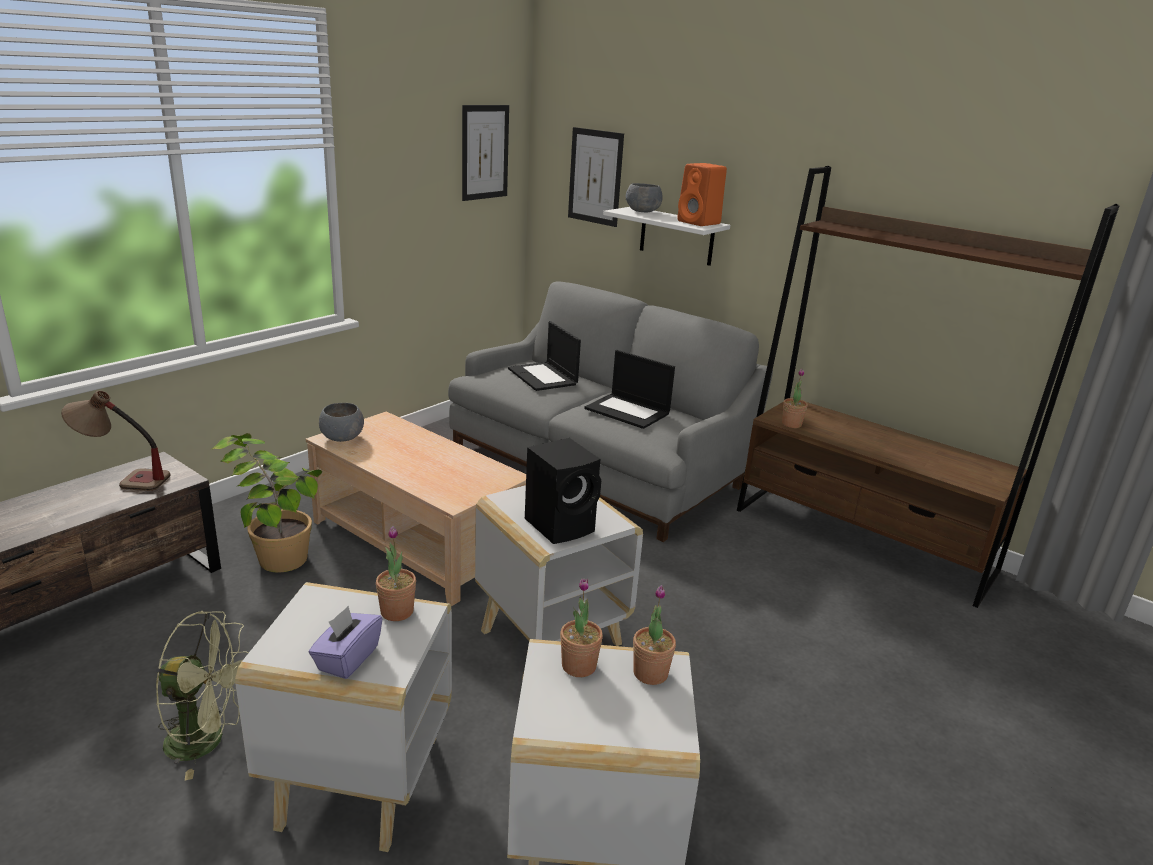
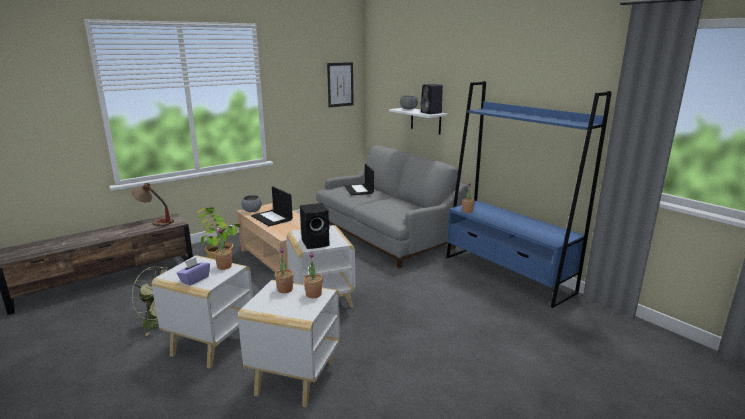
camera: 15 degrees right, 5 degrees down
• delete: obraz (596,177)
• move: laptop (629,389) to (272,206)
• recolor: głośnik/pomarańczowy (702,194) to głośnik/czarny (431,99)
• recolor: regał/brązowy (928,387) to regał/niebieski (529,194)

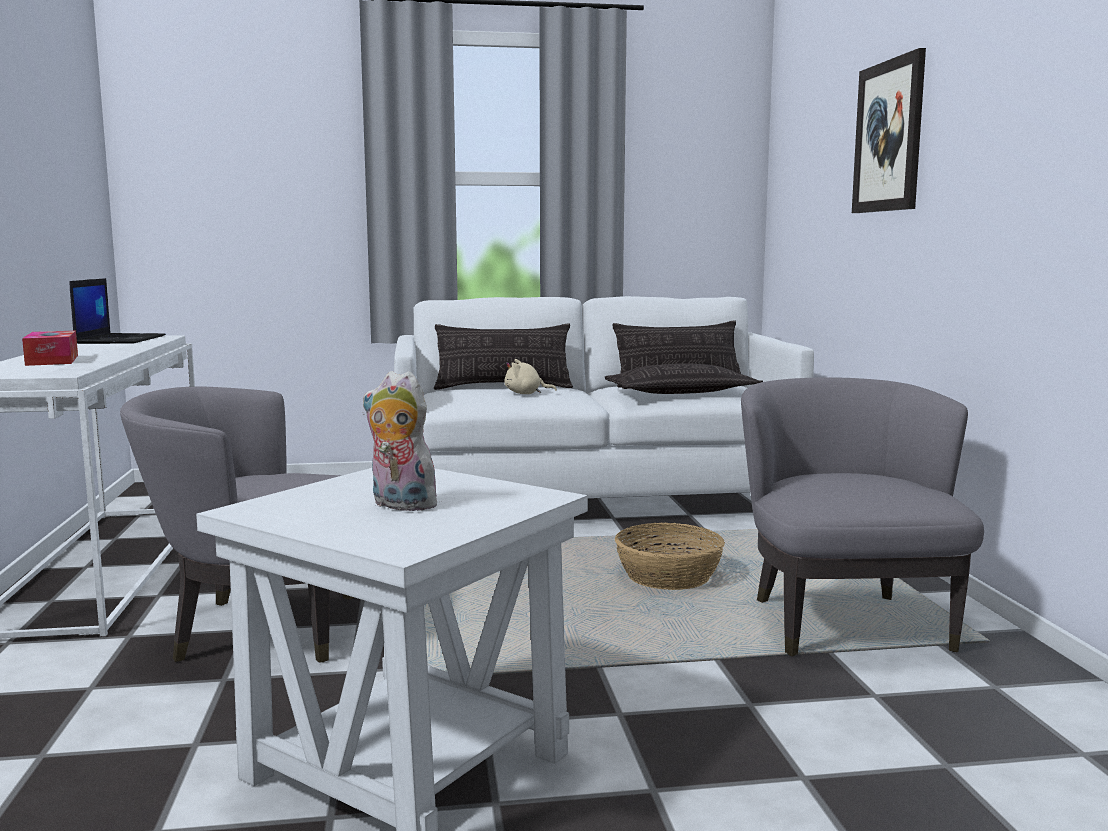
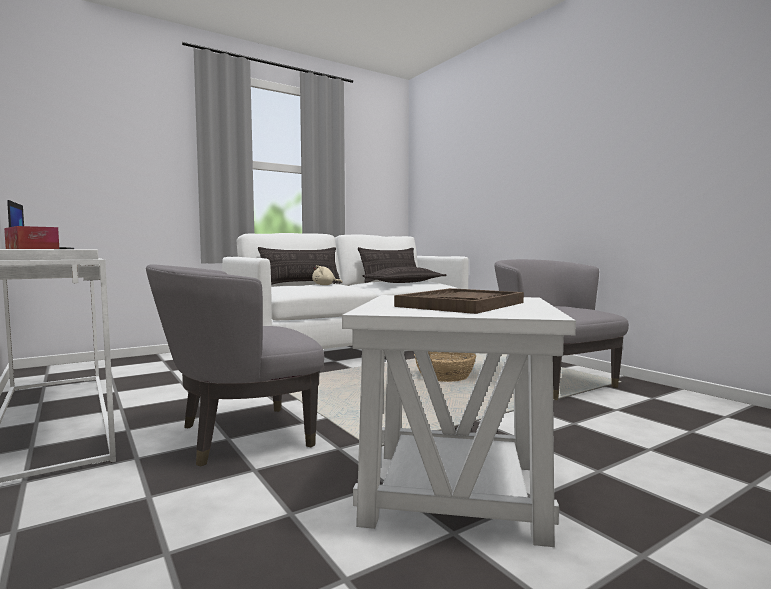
camera: 25 degrees left, 5 degrees down
• delete: obraz (889,130)
• replace: pluszak (402,441) to taca/brązowy (459,301)

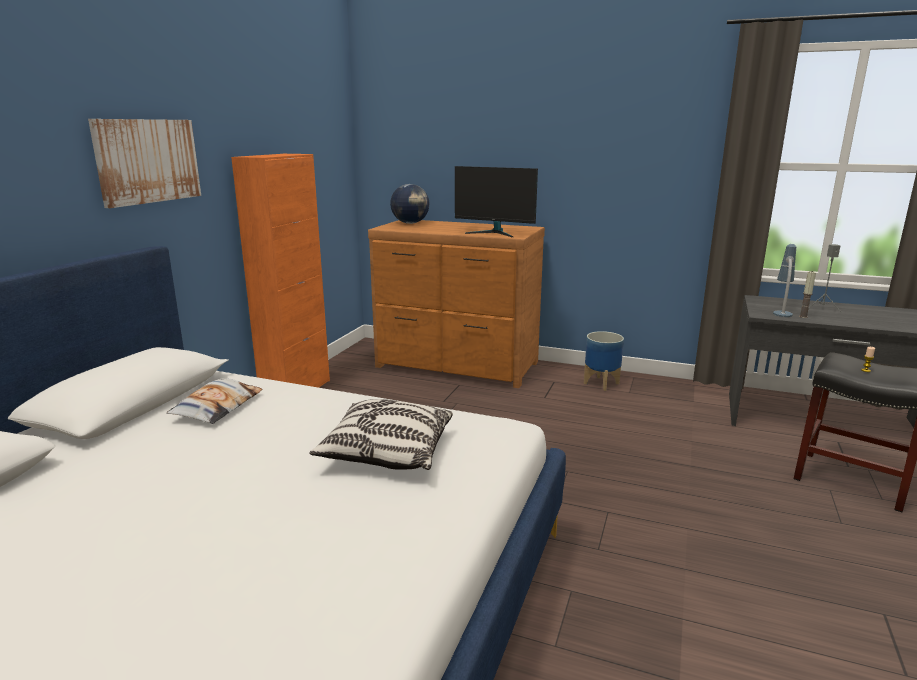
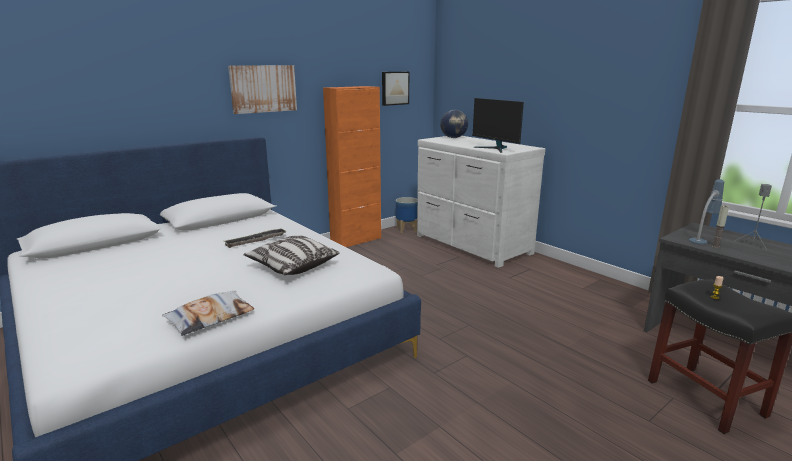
camera: 30 degrees right, 0 degrees up
• insert: taca (255,238)
• insert: obraz (395,89)
• move: poduszka (214,401) to (208,313)
• move: donica (604,361) to (406,215)
• recolor: komoda/brązowy (456,304) to komoda/biały (481,202)

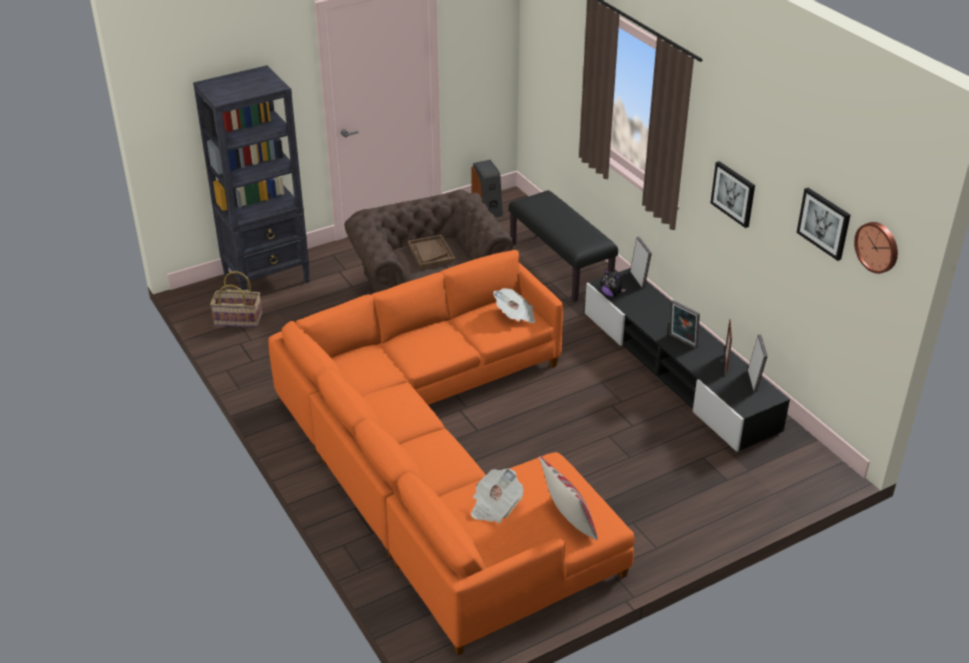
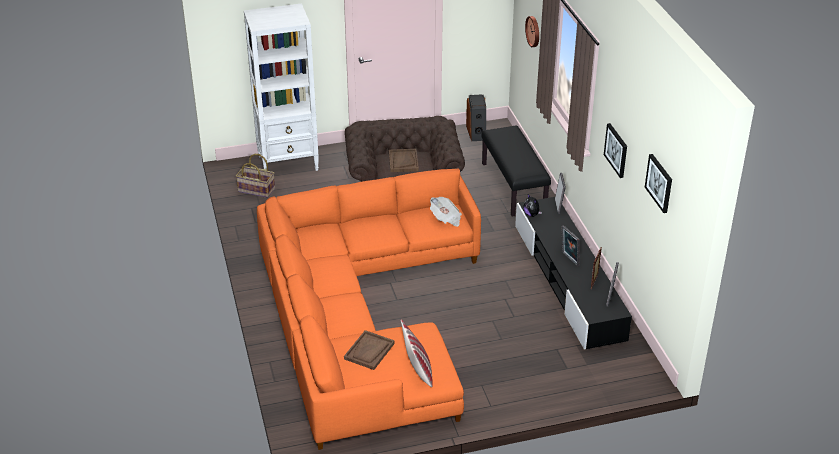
camera: 15 degrees right, 0 degrees up
• move: zegar ścienny (876,248) to (532,31)
• replace: gazeta (497,496) to taca/brązowy (369,350)
• recolor: regał/czarny (251,177) to regał/biały (281,87)

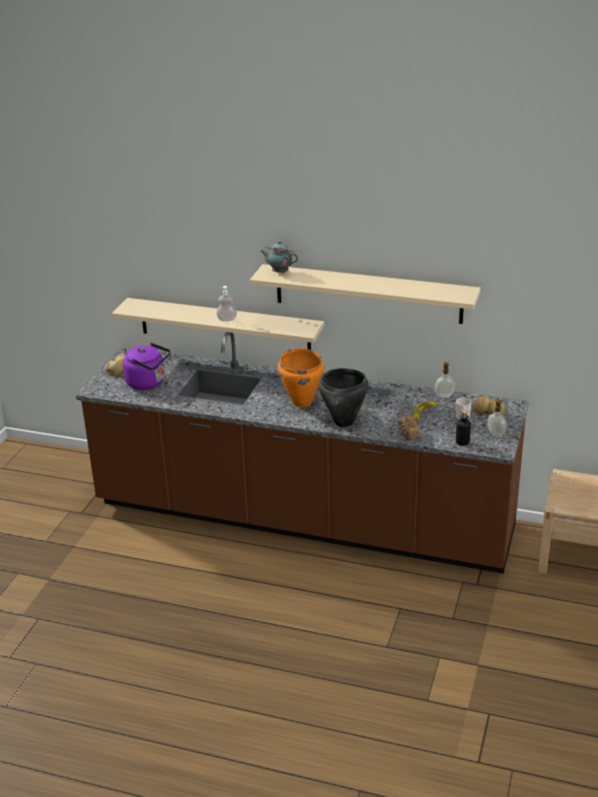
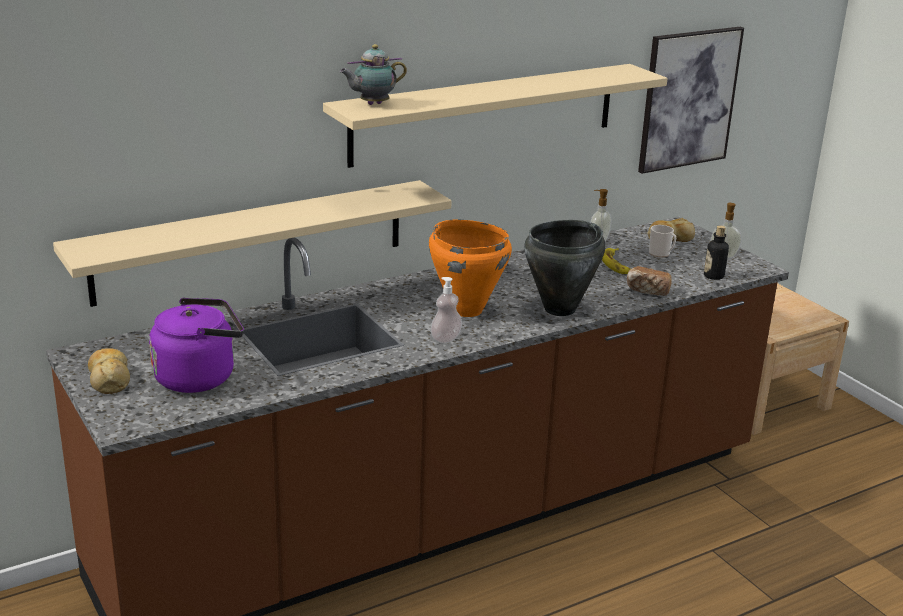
camera: 50 degrees left, 5 degrees down
• insert: obraz (691,100)
• move: dozownik mydła (226,304) to (446,310)

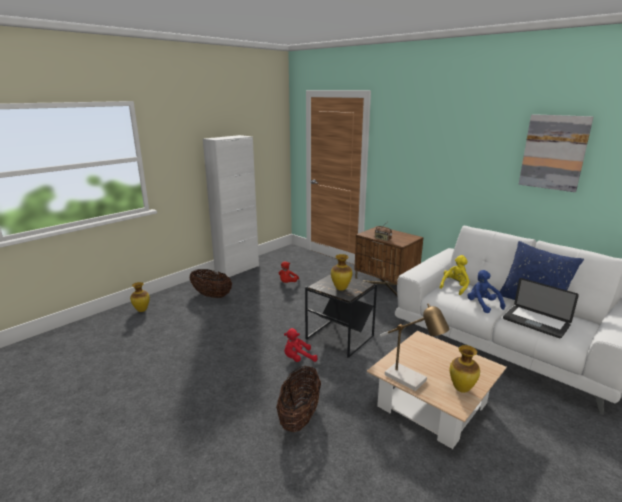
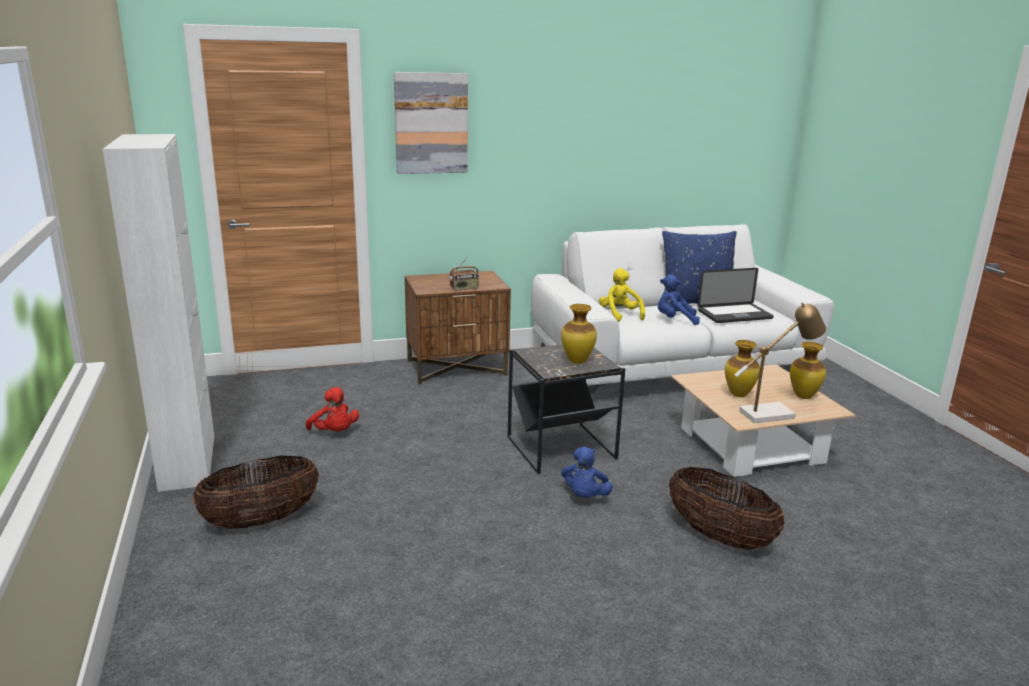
camera: 60 degrees left, 0 degrees up
• move: wazon (140,297) to (742,368)
• move: obraz (556,153) to (431,123)
• recolor: pluszak/czerwony (301,345) to pluszak/niebieski (587,472)

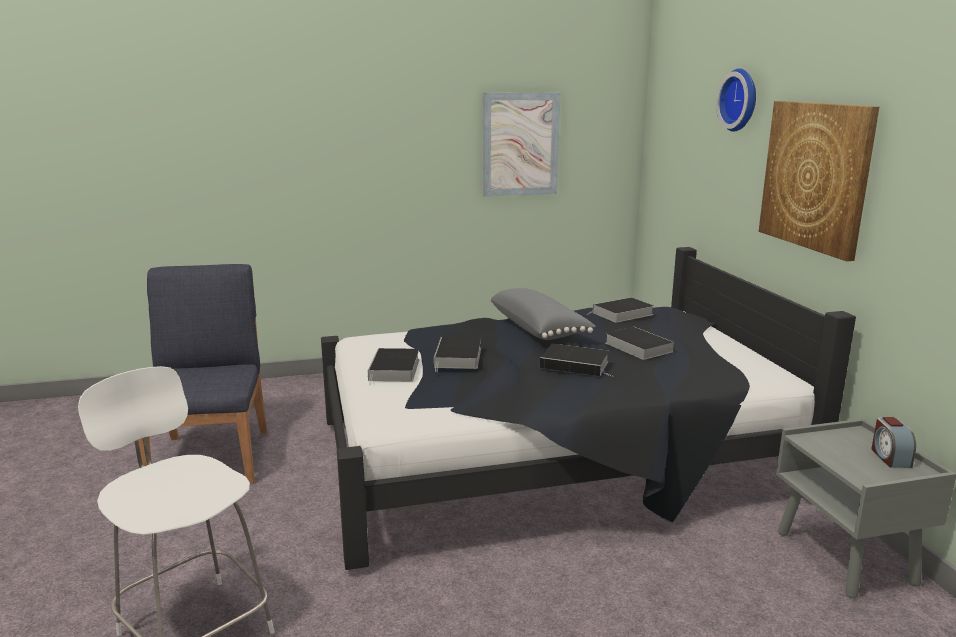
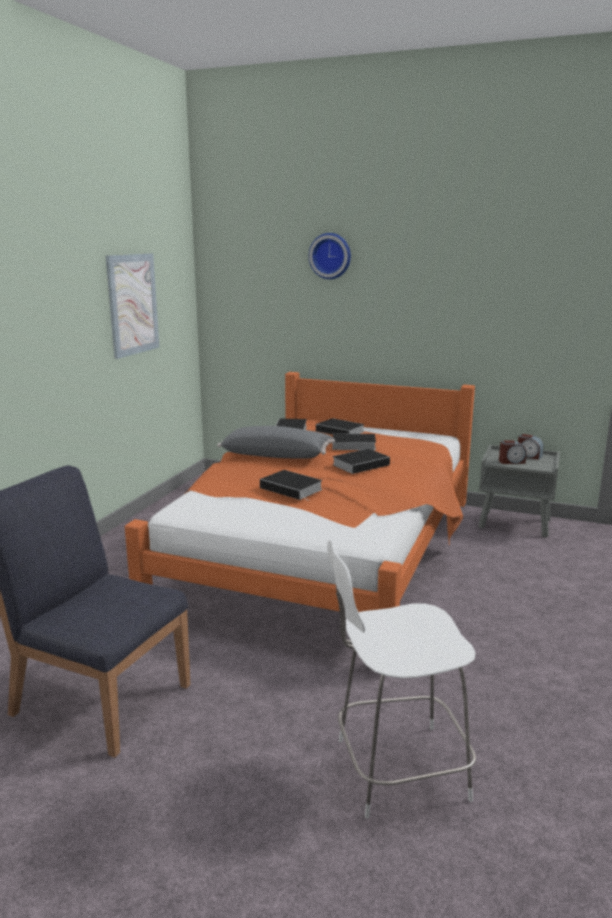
camera: 55 degrees left, 0 degrees up
• delete: obraz (819,181)
• insert: budzik (512,452)
• move: książka (393,367) to (340,426)
• recolor: łóżko/czarny (588,408) to łóżko/pomarańczowy (300,492)

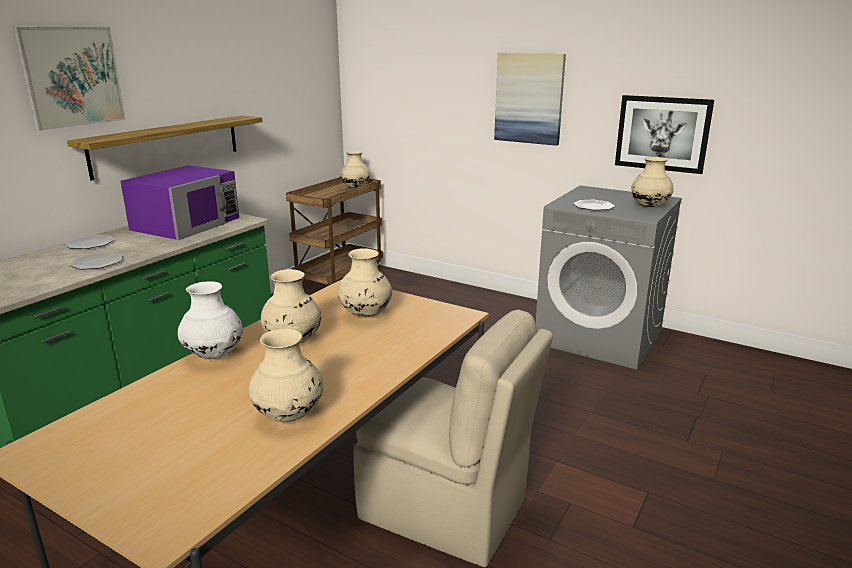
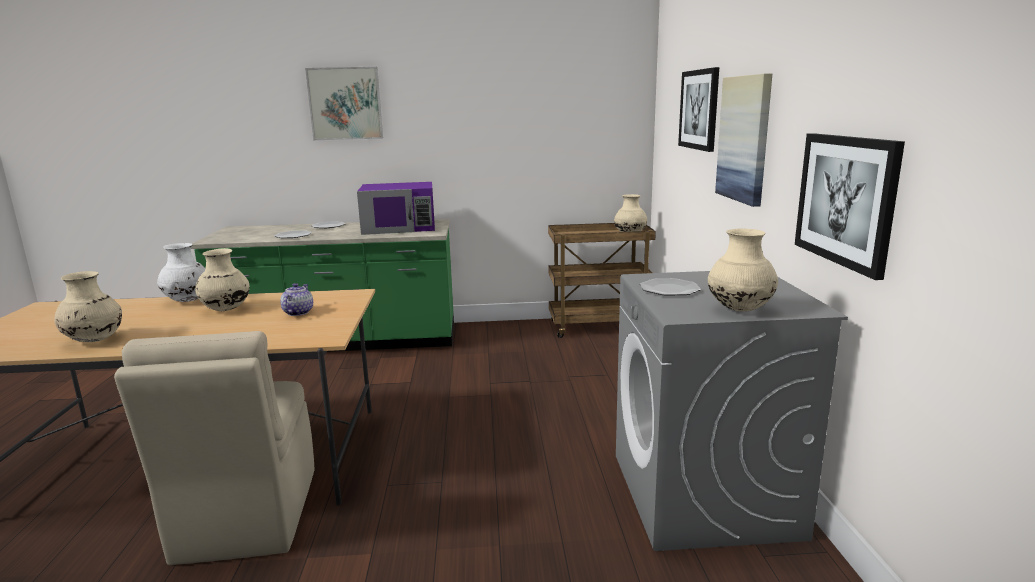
camera: 55 degrees right, 5 degrees down
• delete: półka (165,148)
• insert: obraz (698,109)
• replace: wazon/beżowy (365,282) to imbryk (296,299)

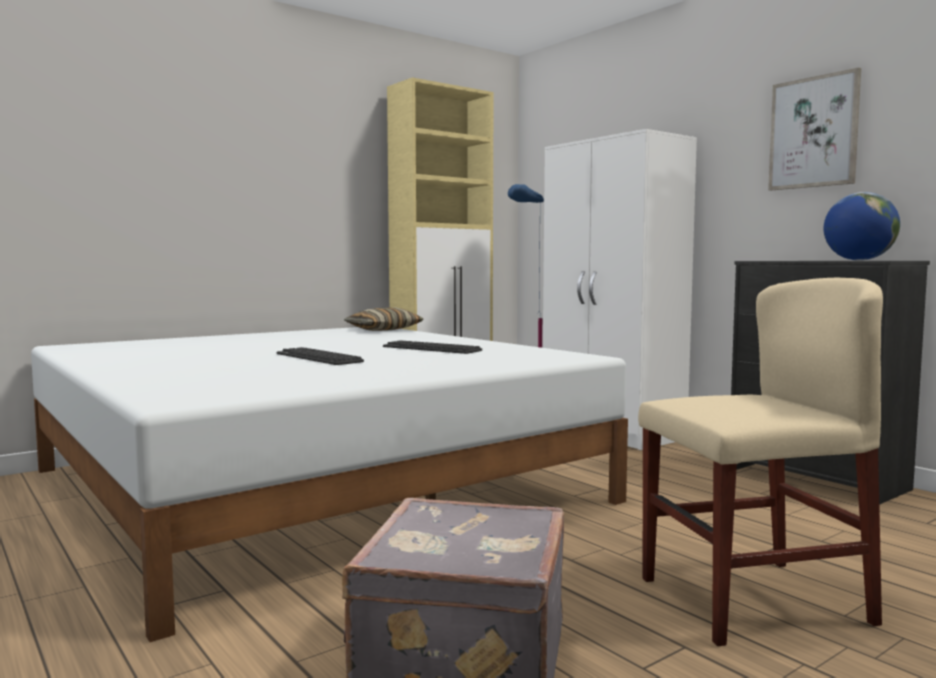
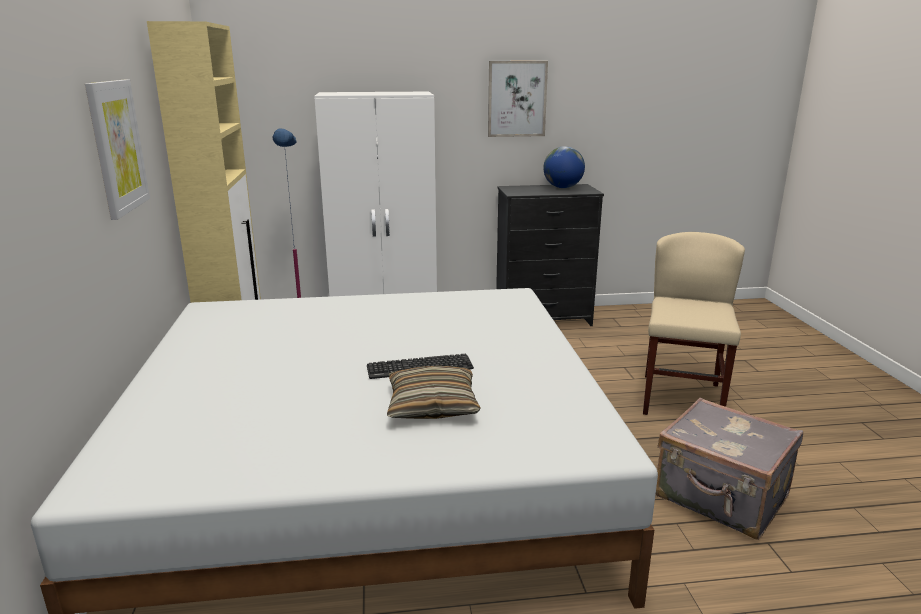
camera: 60 degrees left, 15 degrees up
• delete: klawiatura (432,347)
• insert: obraz (117,150)
• move: poduszka (383,319) to (434,392)

